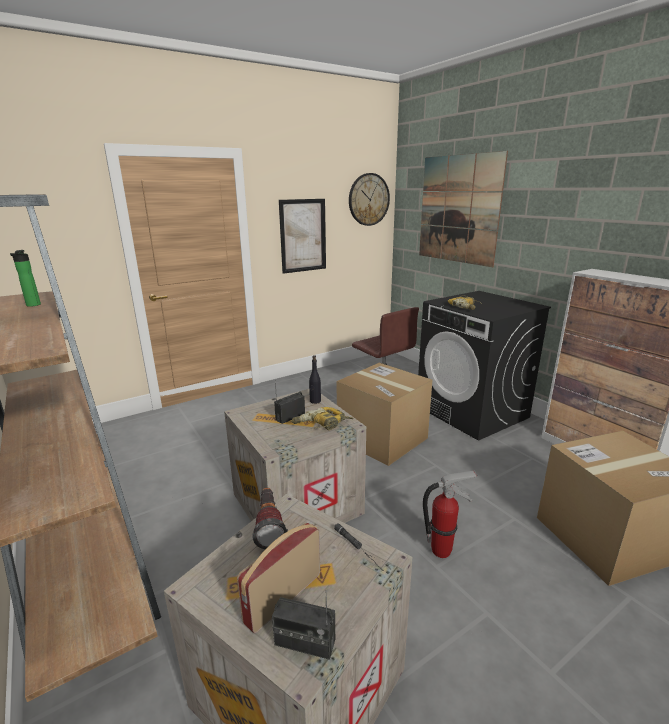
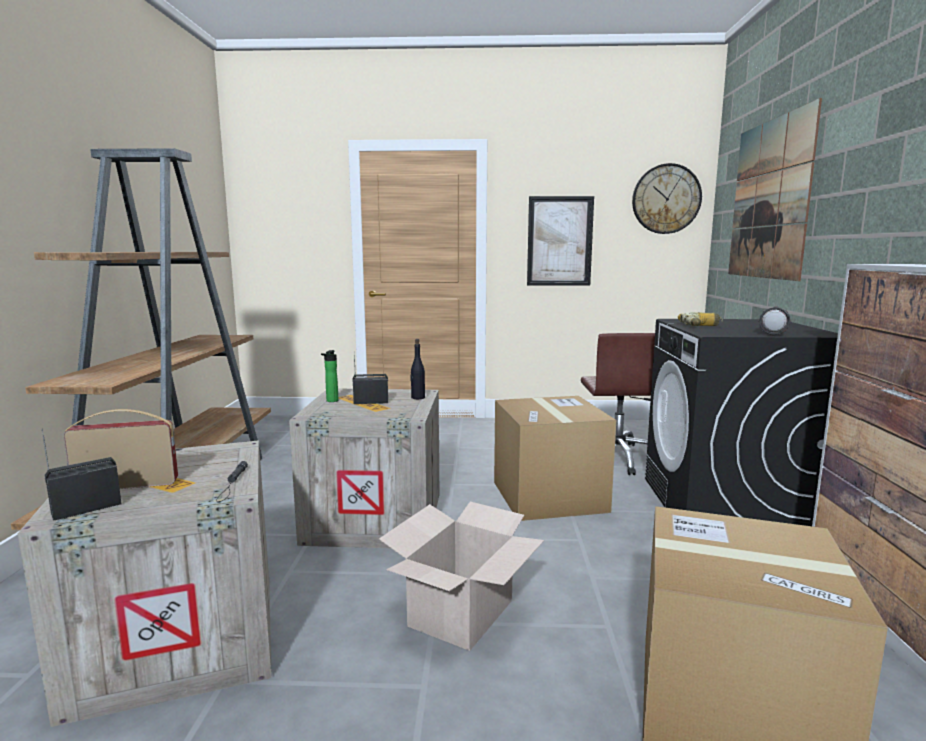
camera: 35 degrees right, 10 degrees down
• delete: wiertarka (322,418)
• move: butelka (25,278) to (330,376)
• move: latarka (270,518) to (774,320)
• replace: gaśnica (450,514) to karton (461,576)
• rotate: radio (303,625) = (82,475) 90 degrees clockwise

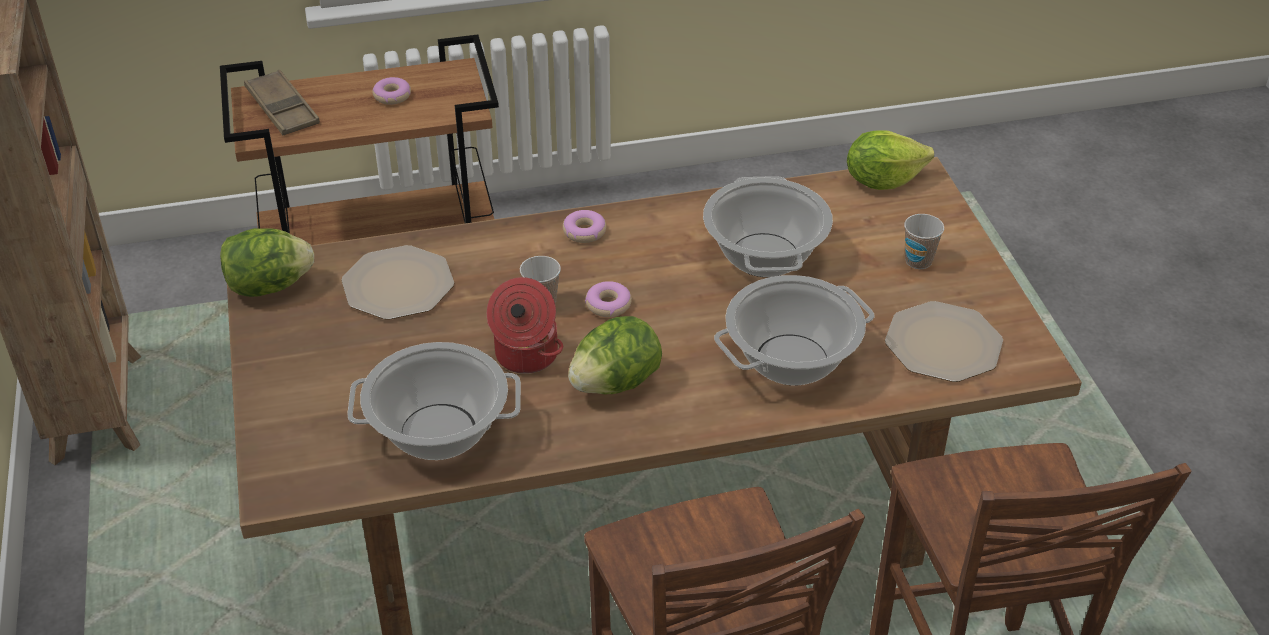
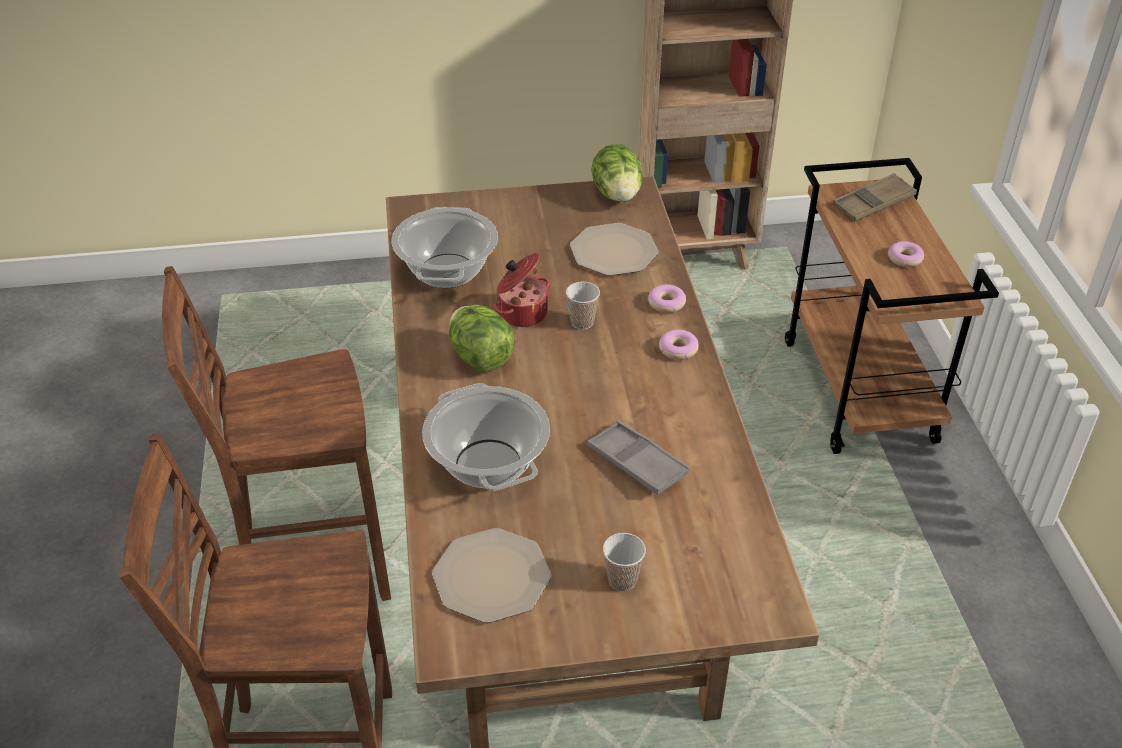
camera: 95 degrees right, 0 degrees up
• delete: sałata (890,160)
• move: donut (608,299) to (667,298)
• replace: garnek (768,226) to taca/szary (638,457)

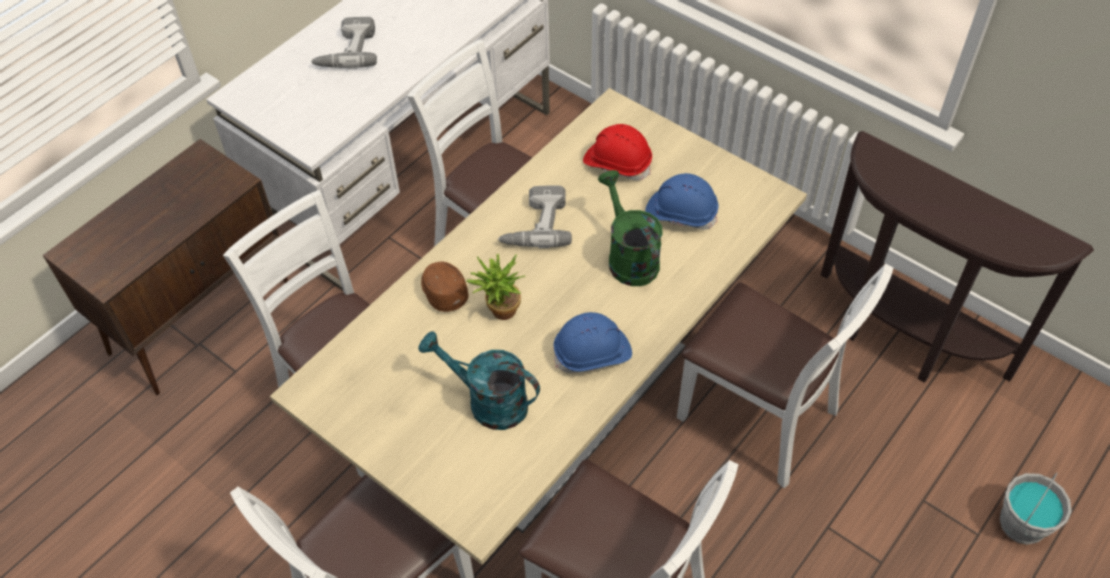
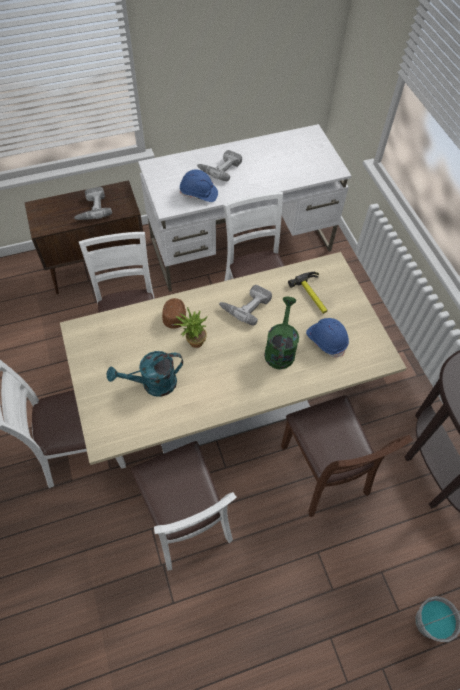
camera: 30 degrees right, 5 degrees up
• insert: wiertarka (93,203)
• move: kask/niebieski (593,342) to (199,186)
• replace: kask/czerwony (617,152) to młotek (308,293)
• recolor: krzesło/biały (785,376) to krzesło/brązowy (347,456)
• rotate: konewka/turkusowy (479,380) = (145,374) 75 degrees counterclockwise

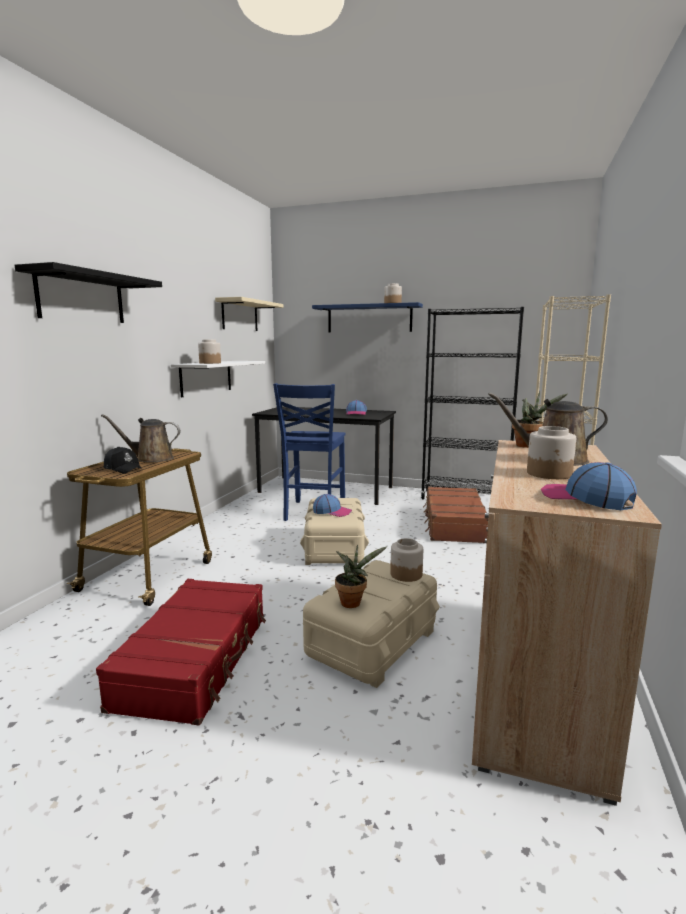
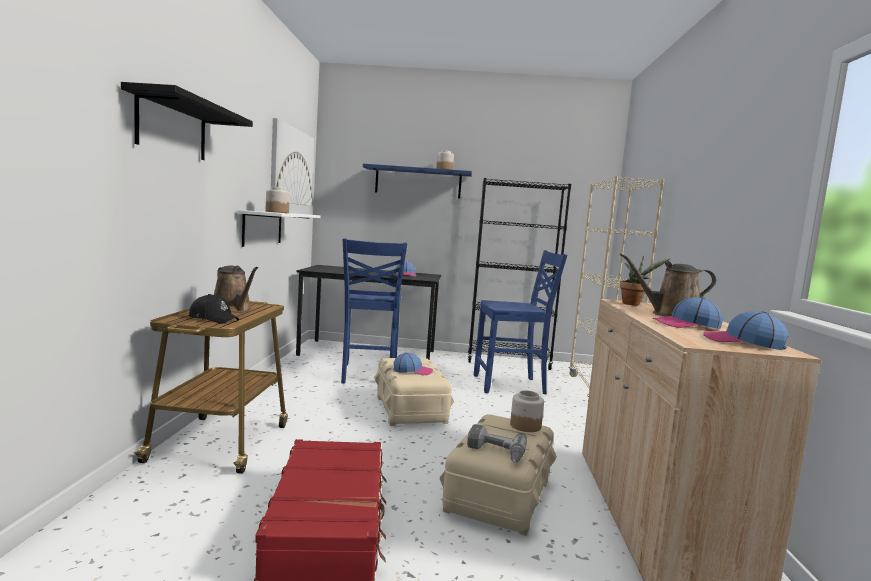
camera: 15 degrees left, 5 degrees down
• replace: półka/beżowy (249,314) to obraz (292,162)
• replace: roślina doniczkowa (361,576) to wiertarka (497,443)
• replace: walizka/brązowy (455,514) to krzesło/niebieski (520,322)
• replace: słoik (551,452) to czapka z daszkiem (687,313)
• rotate: konewka/brązowy (141,438) = (236,289) 120 degrees counterclockwise

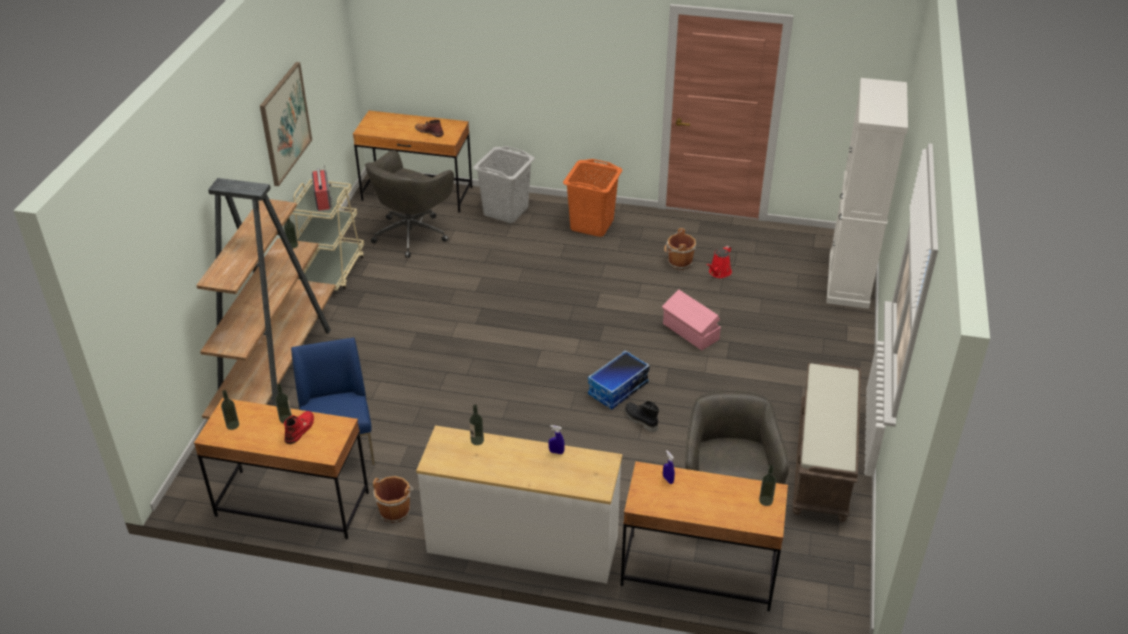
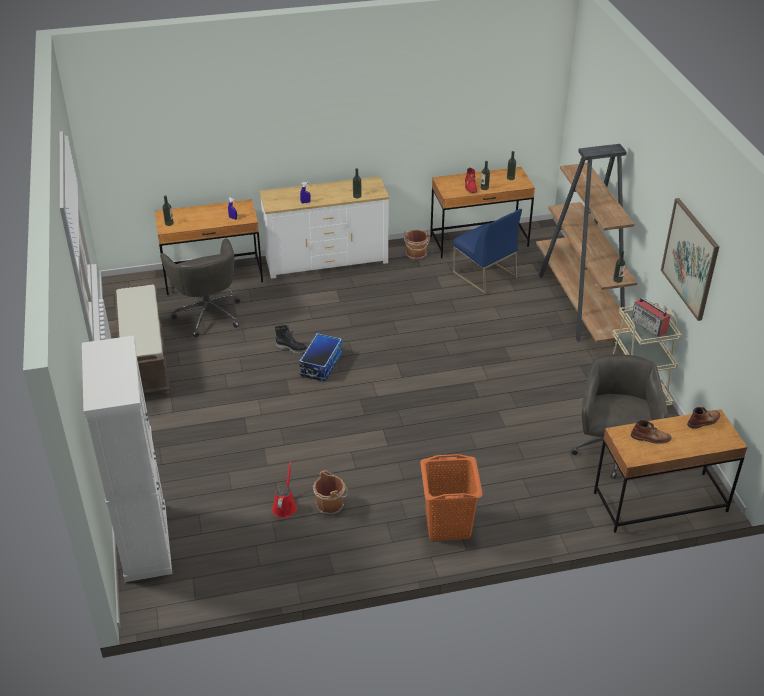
camera: 155 degrees right, 0 degrees up
• delete: kosz na pranie/szary (504,184)
• delete: pojemnik do przechowywania/różowy (691,319)
• insert: but z cholewką/brązowy (703,417)

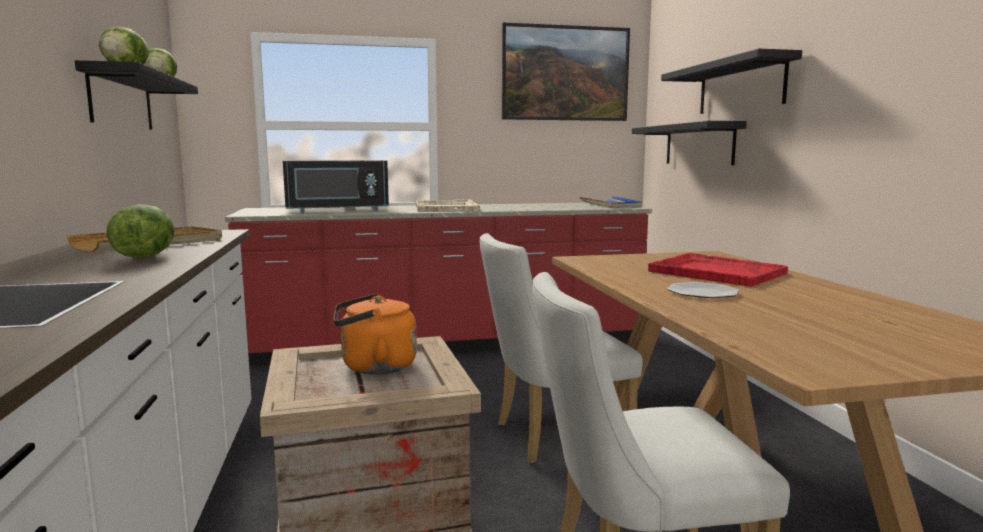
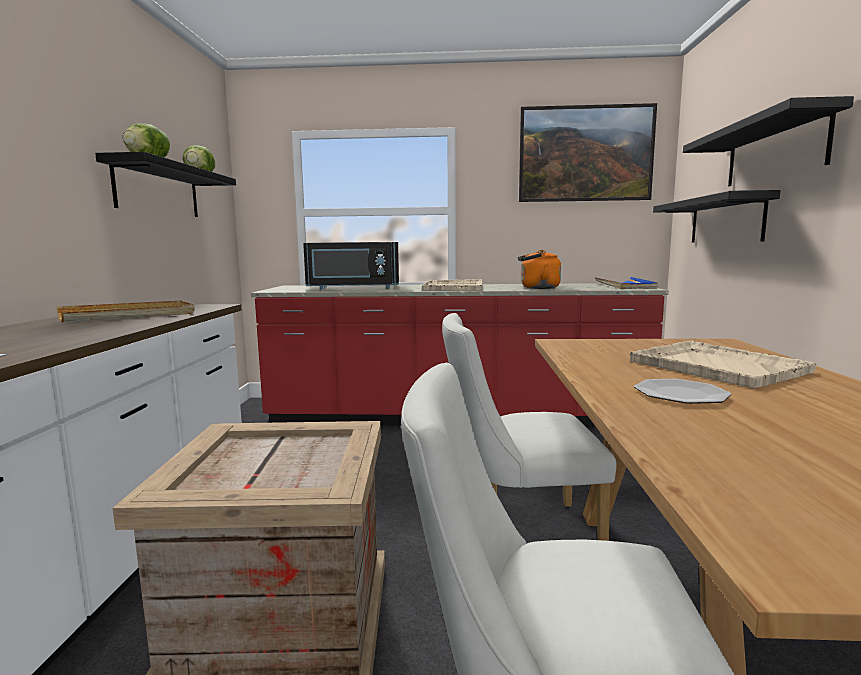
camera: 15 degrees right, 0 degrees up
• delete: sałata (140,231)
• move: czajnik/pomarańczowy (375,334) to (539,269)
• recolor: taca/czerwony (718,269) to taca/beżowy (723,364)

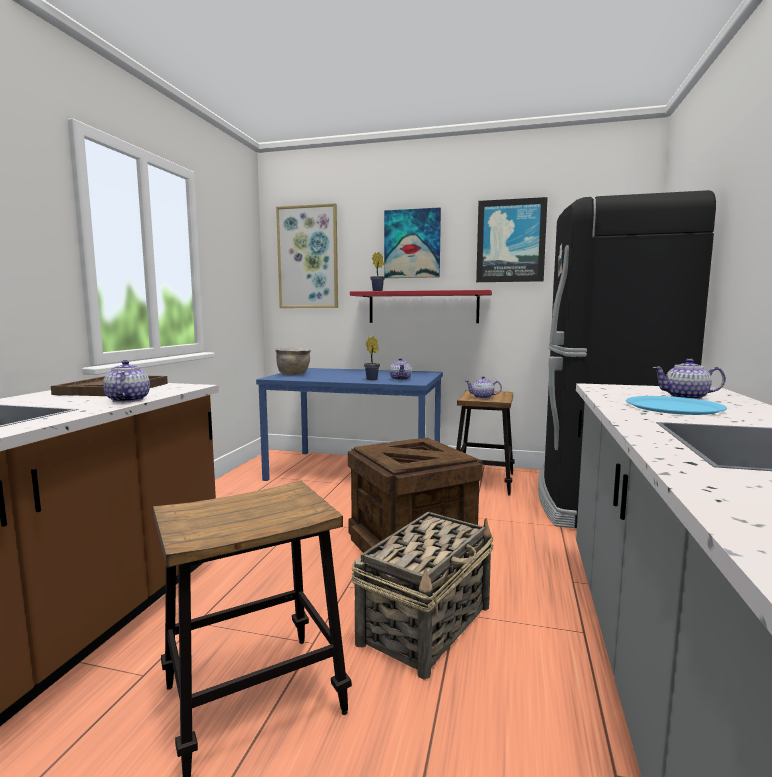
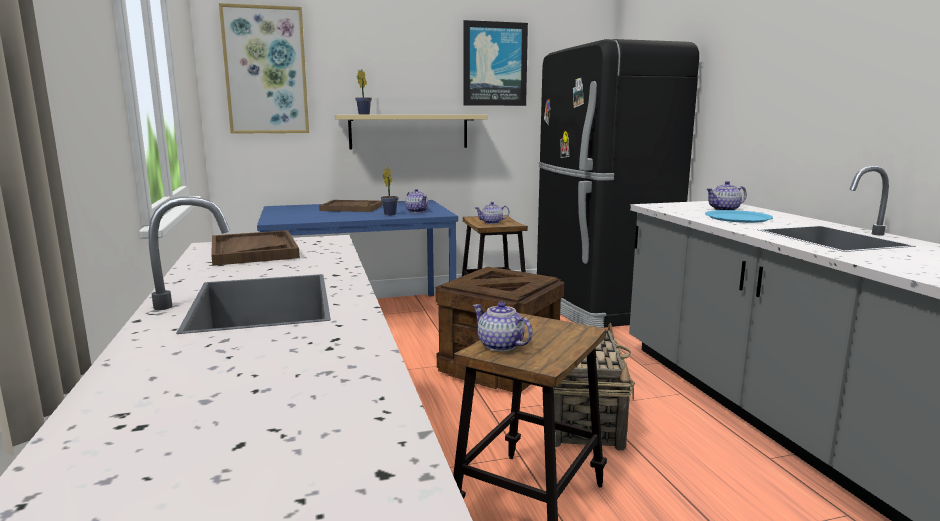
camera: 30 degrees left, 5 degrees up
• delete: garnek/brązowy (293,361)
• delete: obraz (412,243)
• insert: taca/brązowy (350,206)
• move: imbryk (126,381) to (503,326)
• recolor: półka/czerwony (421,306) to półka/beżowy (411,132)

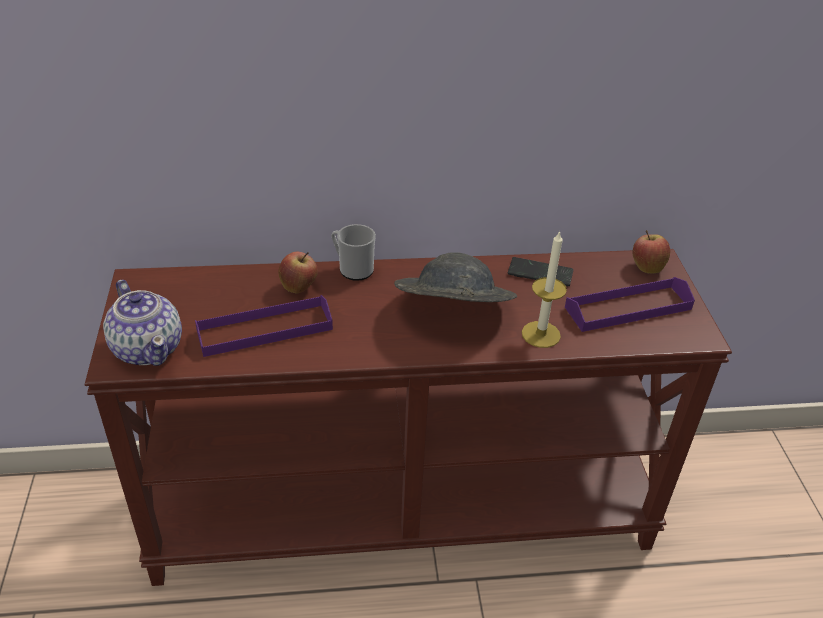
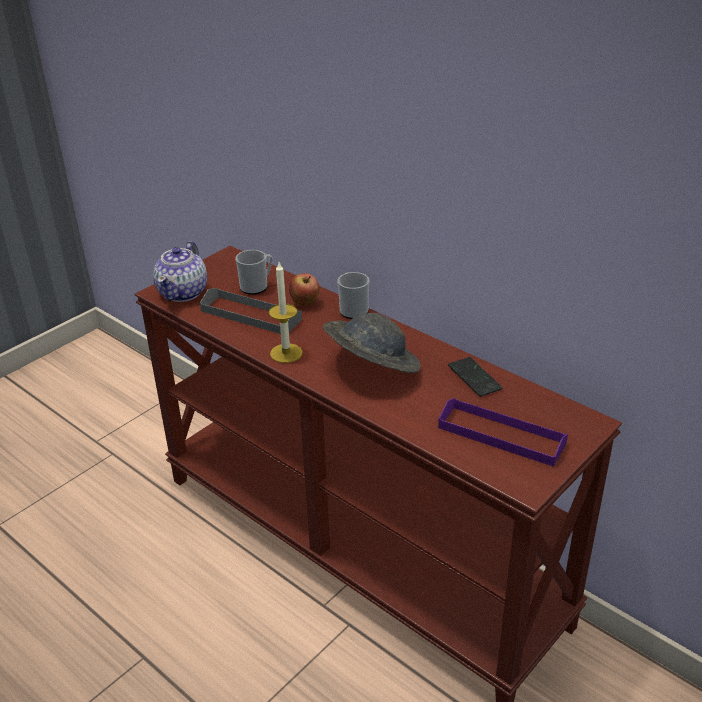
camera: 50 degrees right, 5 degrees down
• delete: jabłko (651,252)
• insert: kubek (254,272)
• move: świeca (544,289) to (286,312)
• recolor: taca/fioletowy (264,326) to taca/szary (251,311)

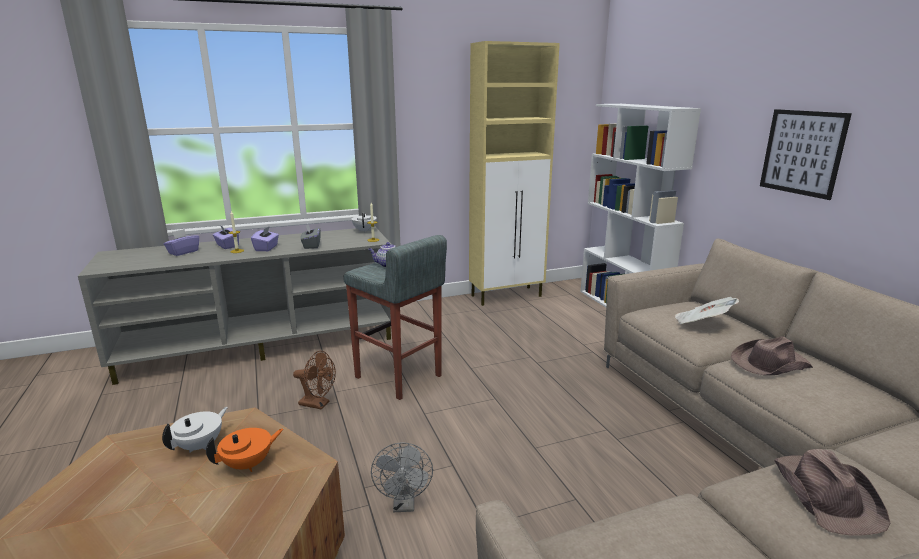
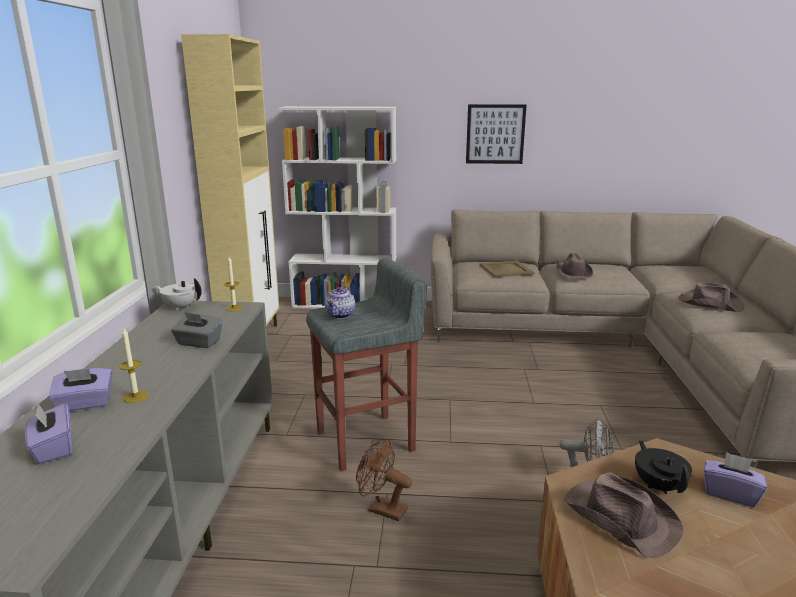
camera: 65 degrees left, 0 degrees up
• move: pudełko chusteczek/fioletowy (265,238) to (735,479)
• replace: imbryk/biały (195,429) to kapelusz/brązowy (623,515)
• replace: gazeta (707,310) to taca/beżowy (506,269)
• recolor: imbryk/pomarańczowy (244,450) to imbryk/czarny (663,467)
• rotate: wentylator/brązowy (314,380) = (384,480) 105 degrees counterclockwise

